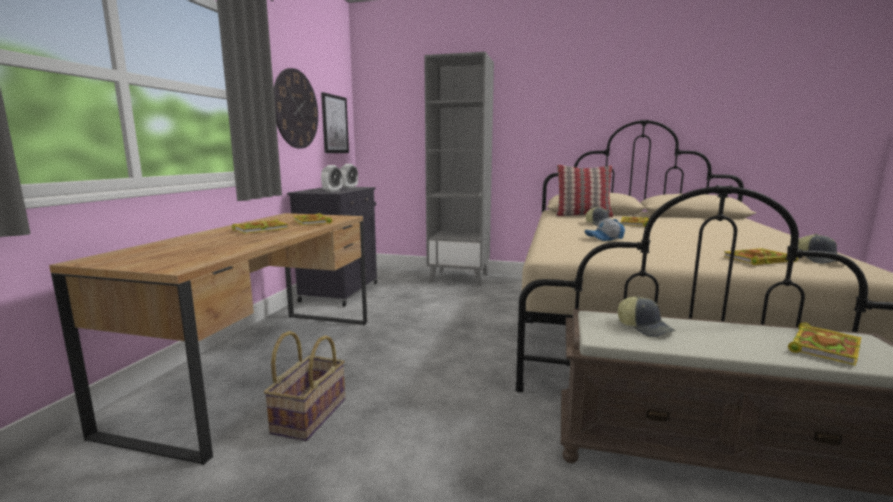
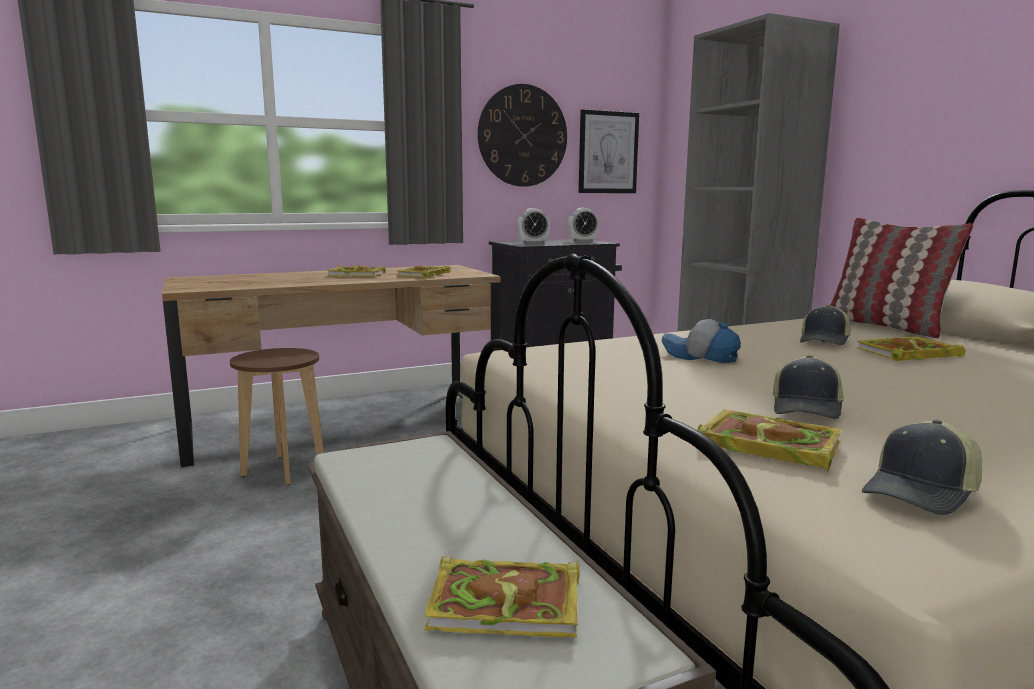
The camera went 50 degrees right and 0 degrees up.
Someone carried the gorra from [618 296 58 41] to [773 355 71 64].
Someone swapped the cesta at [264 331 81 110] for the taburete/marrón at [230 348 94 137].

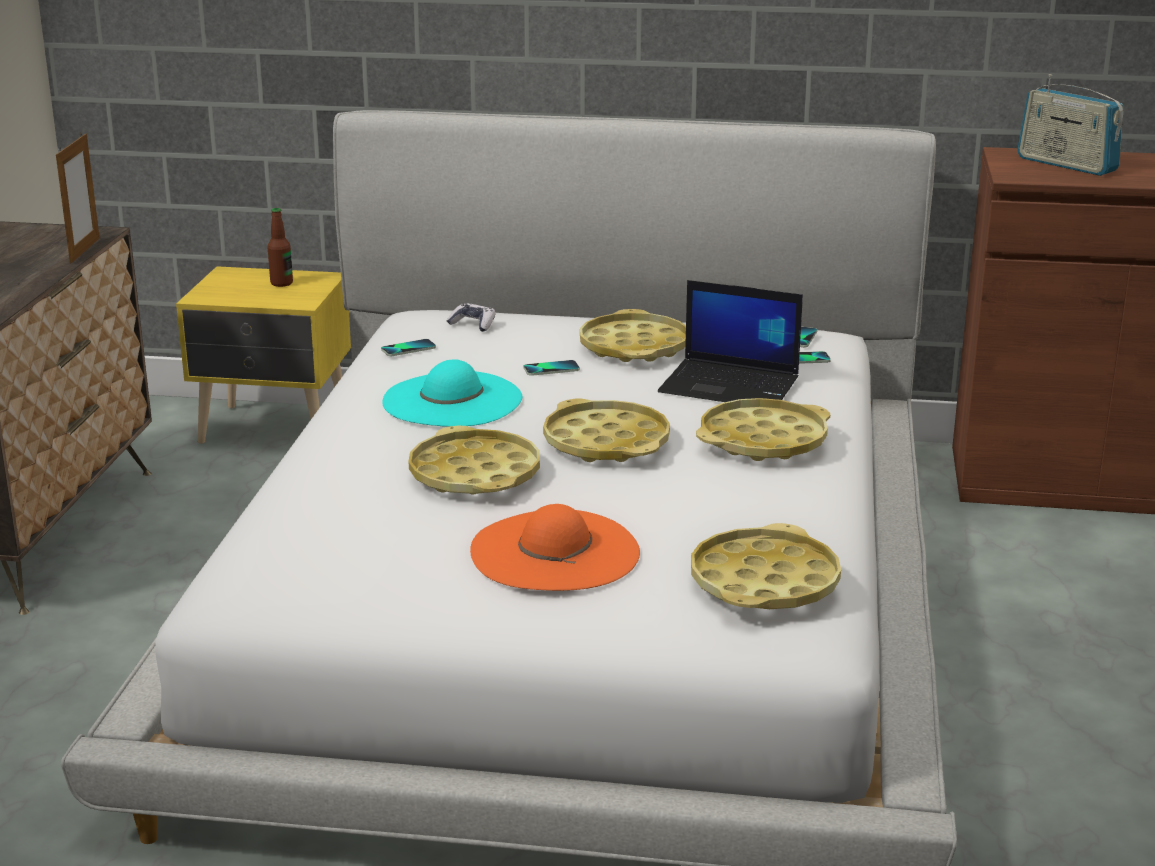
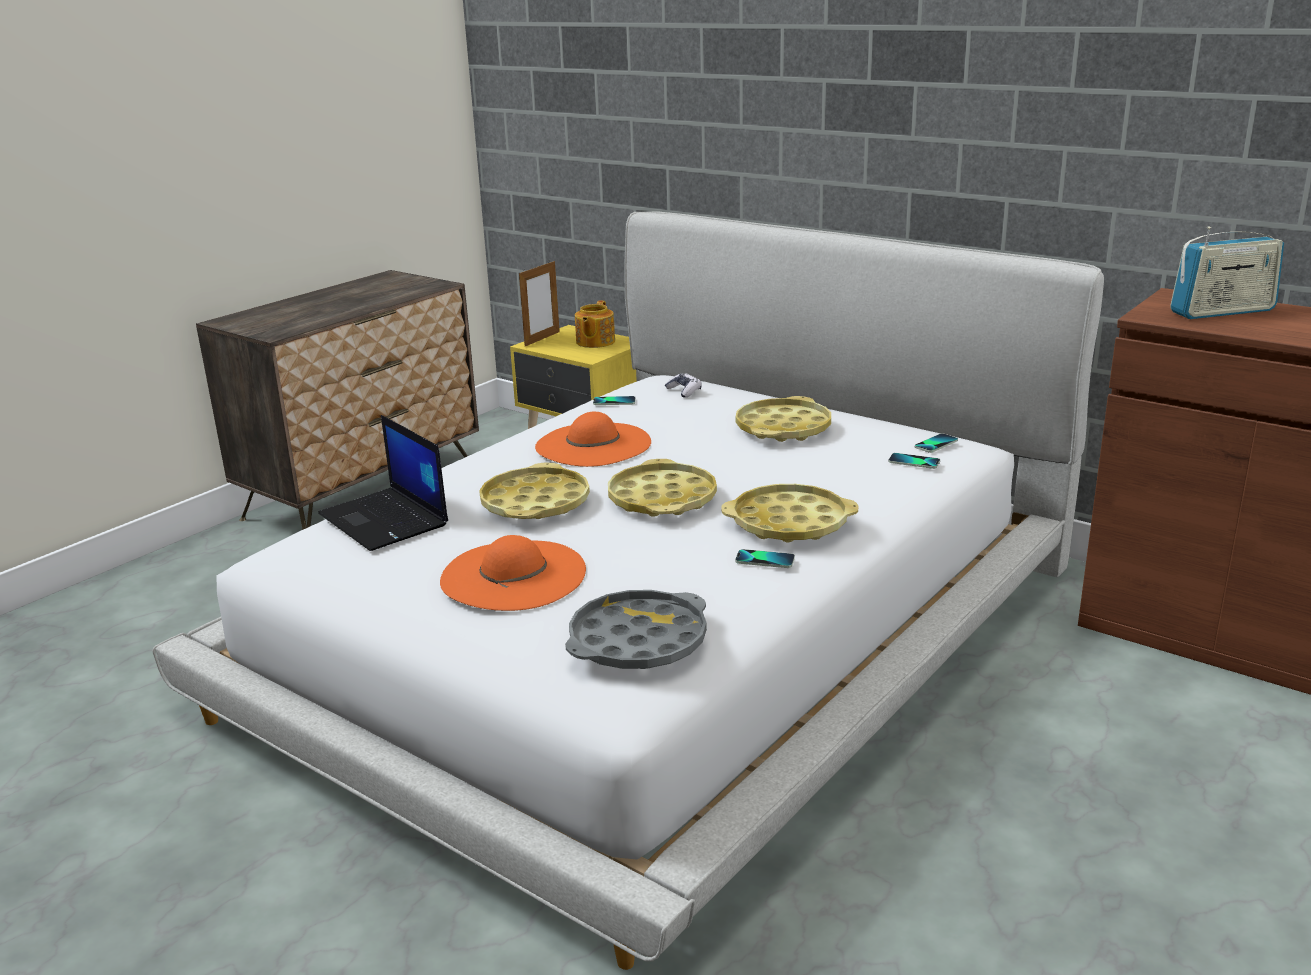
The camera went 30 degrees right and 0 degrees up.
Someone rotated the radio at [1017 74 106 102] by 90 degrees counterclockwise.
Someone carried the portarretratos from [56 133 44 131] to [519 260 41 86].
Someone swapped the botella at [267 208 26 79] for the tetera at [575 300 40 48].
Someone carried the portátil from [658 280 145 122] to [318 415 130 136].
Someone repainted the sombrero/turquesa at [382 359 140 68], which became the sombrero/naranja at [535 411 116 56].
Someone carried the móvil from [524 360 56 16] to [735 549 60 19].
Someone repainted the bandeja/amarillo at [691 523 150 86], which became the bandeja/gris at [565 590 142 79].

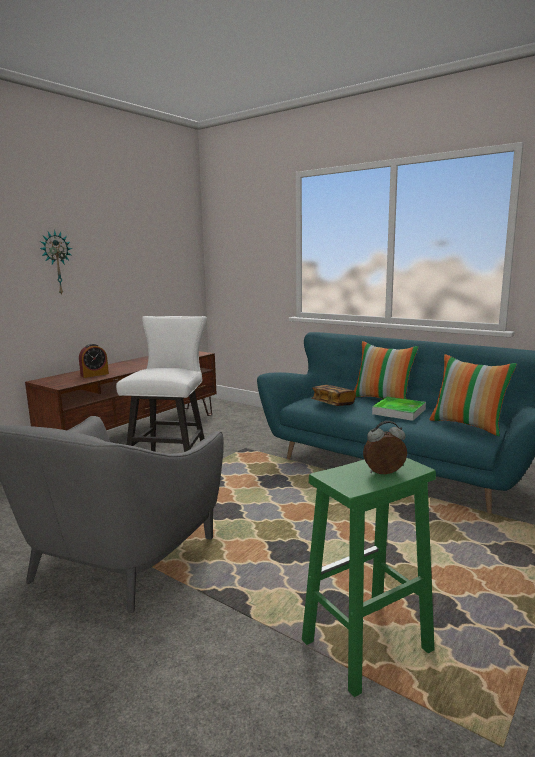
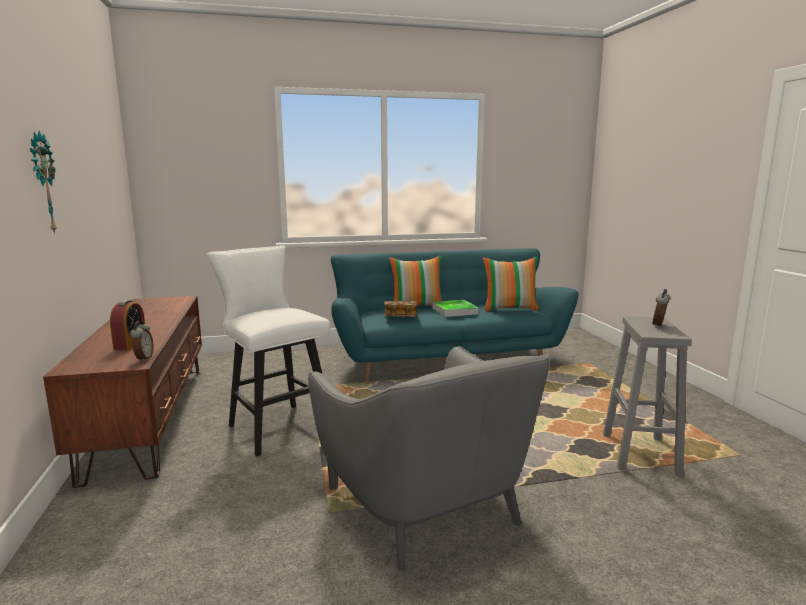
The camera went 50 degrees left and 0 degrees up.
Someone repainted the taburete/verde at [302 457 134 240], which became the taburete/gris at [603 316 89 160].
Someone put down the despertador at [130 321 24 41].

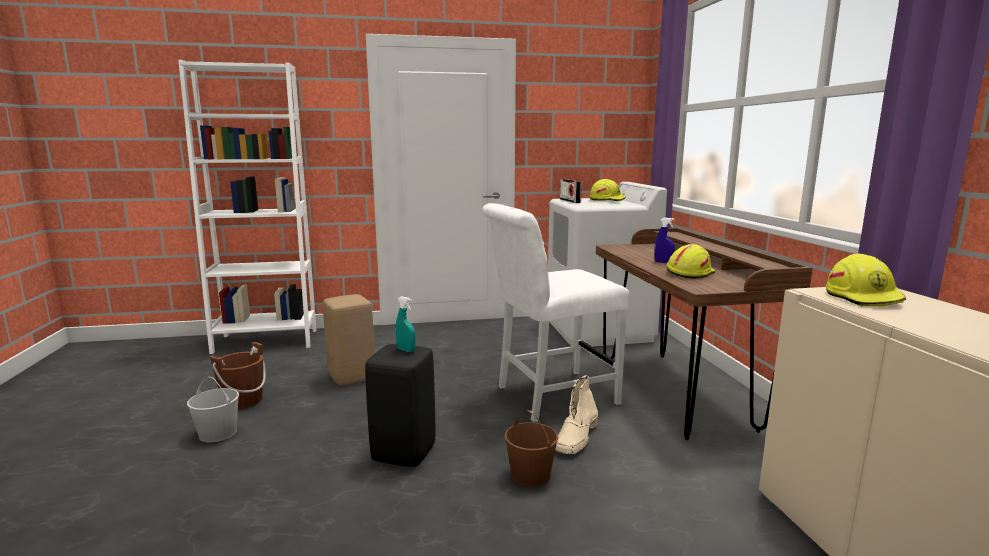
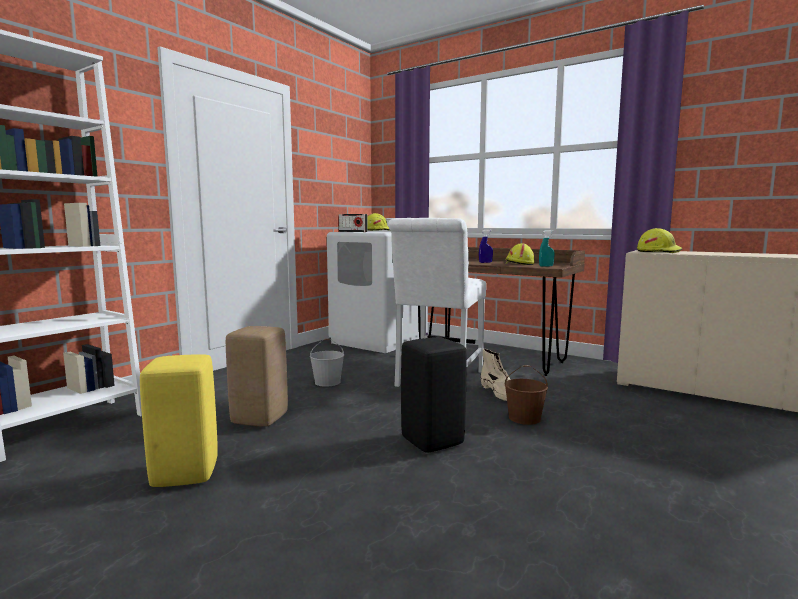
The camera went 45 degrees left and 5 degrees down.
Someone carried the pulverizador/turquesa from [396 296 20 56] to [539 230 15 37].
Someone swapped the cubo/marrón at [210 342 56 67] for the taburete/amarillo at [140 354 78 133].
Someone carried the cubo/blanco from [187 377 52 66] to [310 339 34 48].

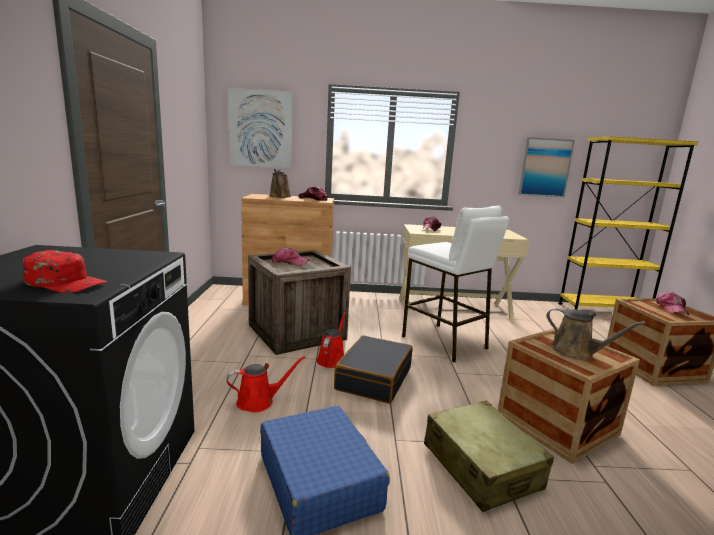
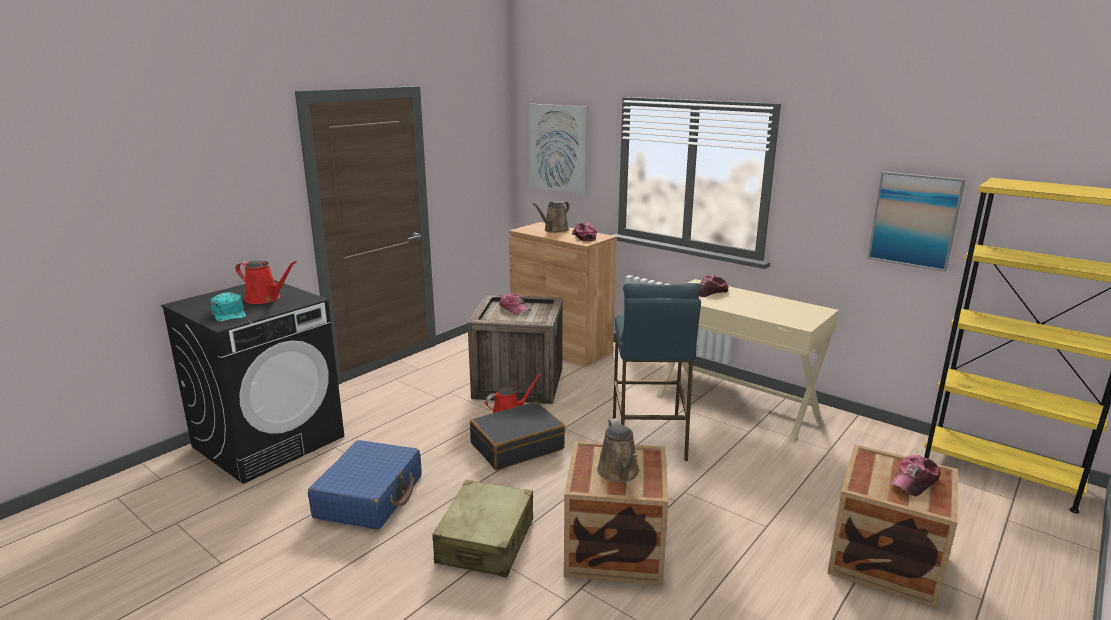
The camera went 40 degrees right and 5 degrees up.
Someone repainted the taburete/blanco at [402 205 107 158], which became the taburete/azul at [613 283 89 178].
Someone repainted the gorra/rojo at [23 250 84 43], which became the gorra/turquesa at [210 292 36 30].
Someone carried the regadera/rojo from [226 356 80 56] to [236 260 61 44].

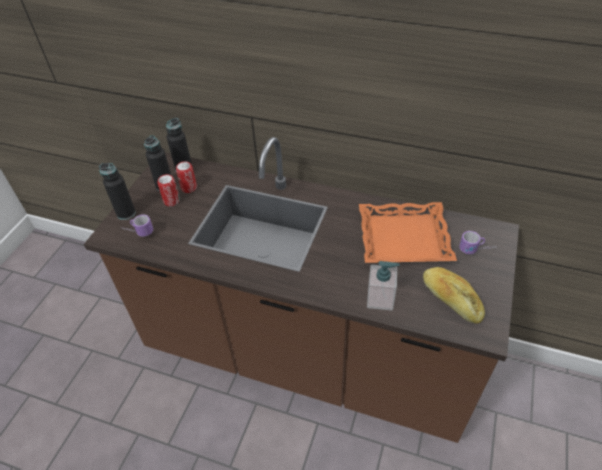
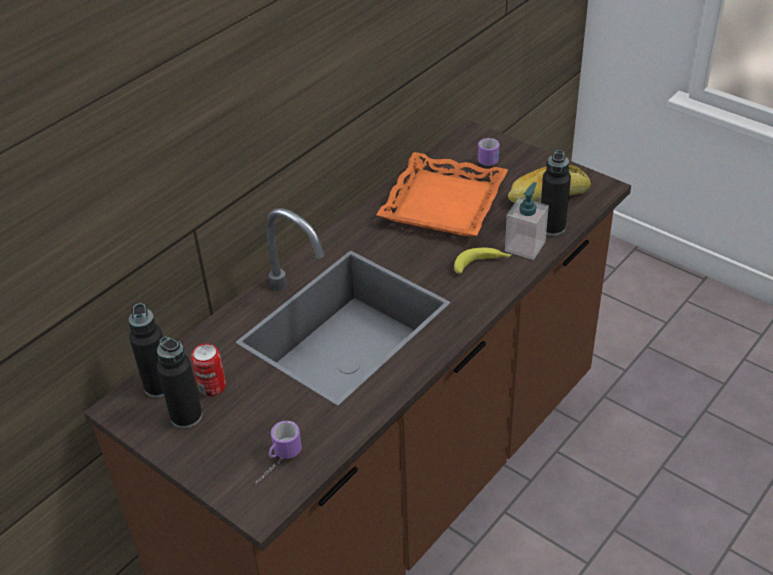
The camera went 70 degrees left and 5 degrees down.
Someone carried the botella/negro from [99 163 37 57] to [541 150 30 86].
Someone took away the lata at [158 174 22 32].
Someone put down the plátano at [454 248 58 26].

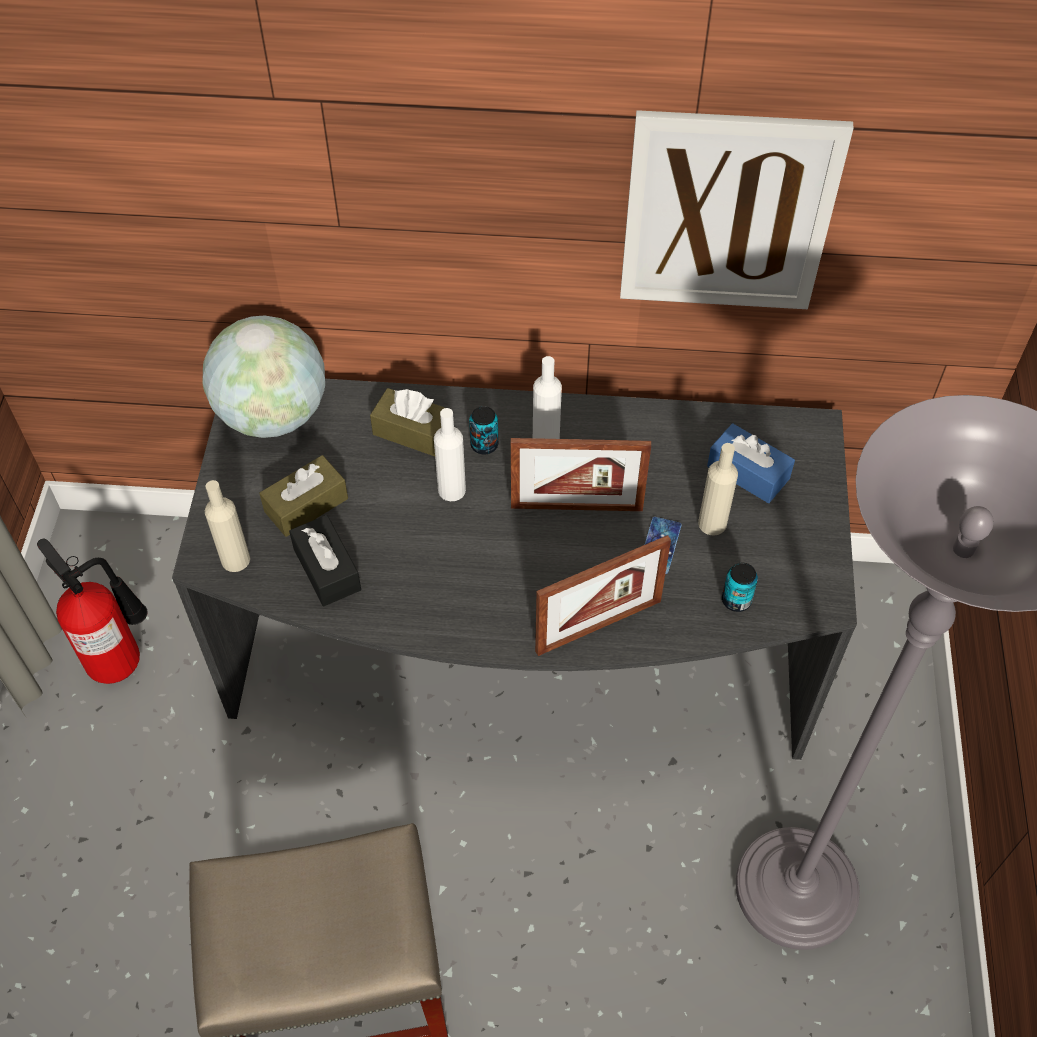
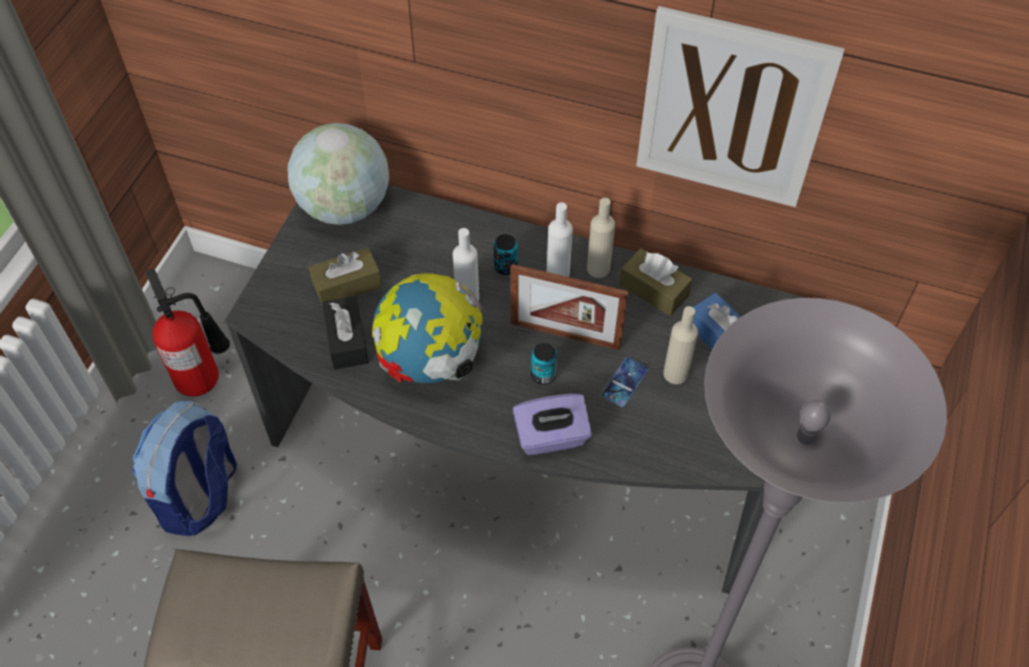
The camera went 15 degrees right and 0 degrees up.
Someone carried the caja de pañuelos/marrón from [370 388 75 68] to [619 248 73 68].
Someone carried the botella/beis from [205 480 45 92] to [587 198 28 80].
Someone swapped the portarretratos at [535 535 136 121] for the caja de pañuelos/morado at [513 394 79 61].
Someone carried the lata from [722 563 36 49] to [531 343 26 42].
Someone put down the globo terráqueo at [372 273 112 110].
Someone put down the mochila at [132 400 105 136].

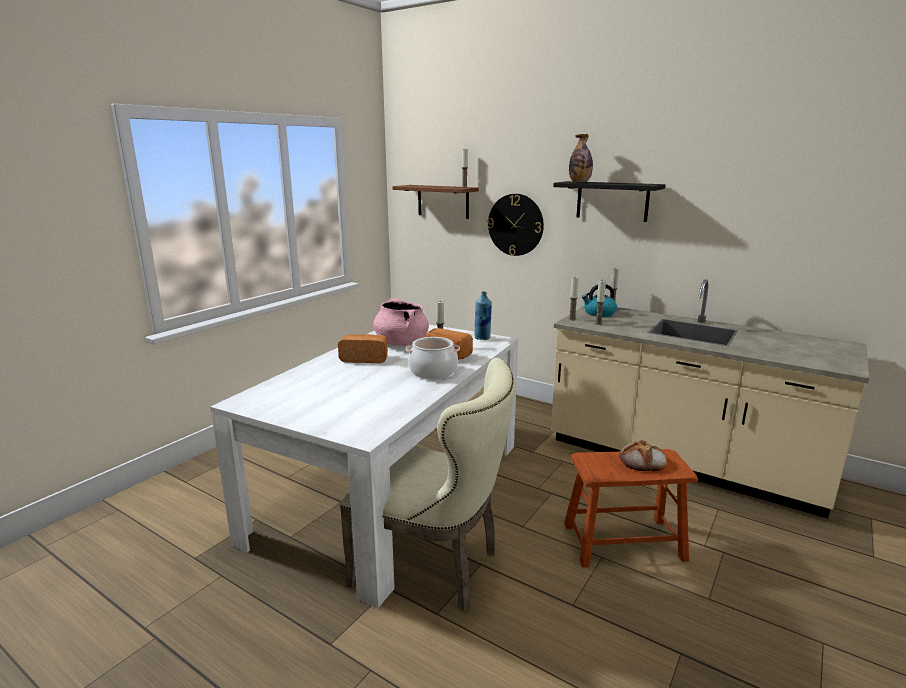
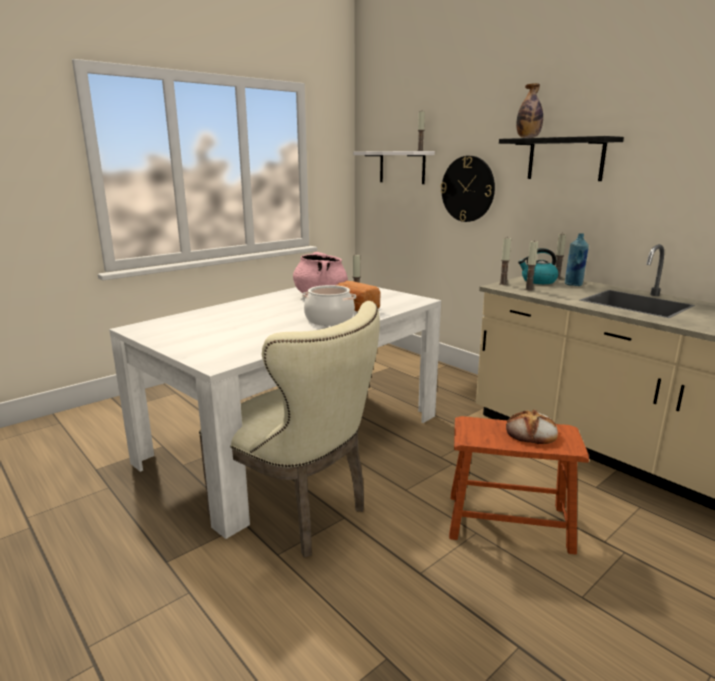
The camera went 15 degrees right and 0 degrees up.
Someone repainted the estante/marrón at [392 185 87 34], which became the estante/blanco at [353 151 82 33].
Someone carried the botella/azul from [475 291 17 49] to [565 233 24 53].
Someone took away the pan at [338 334 50 29].

